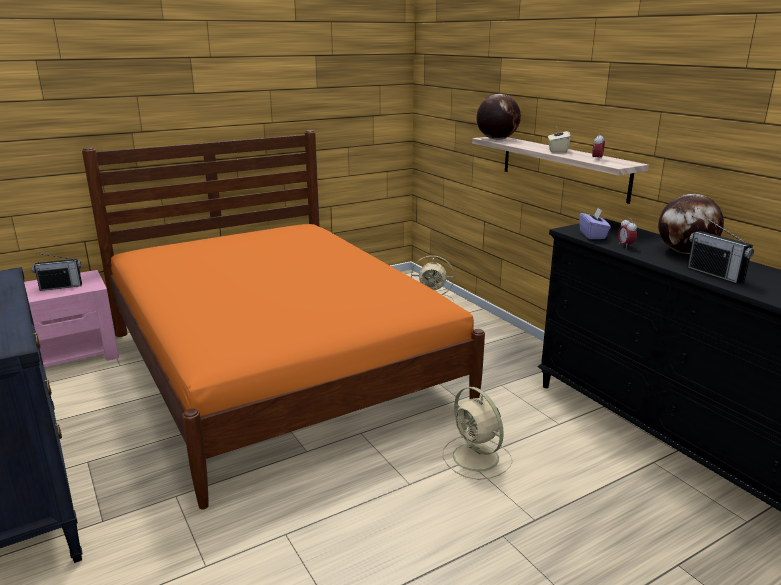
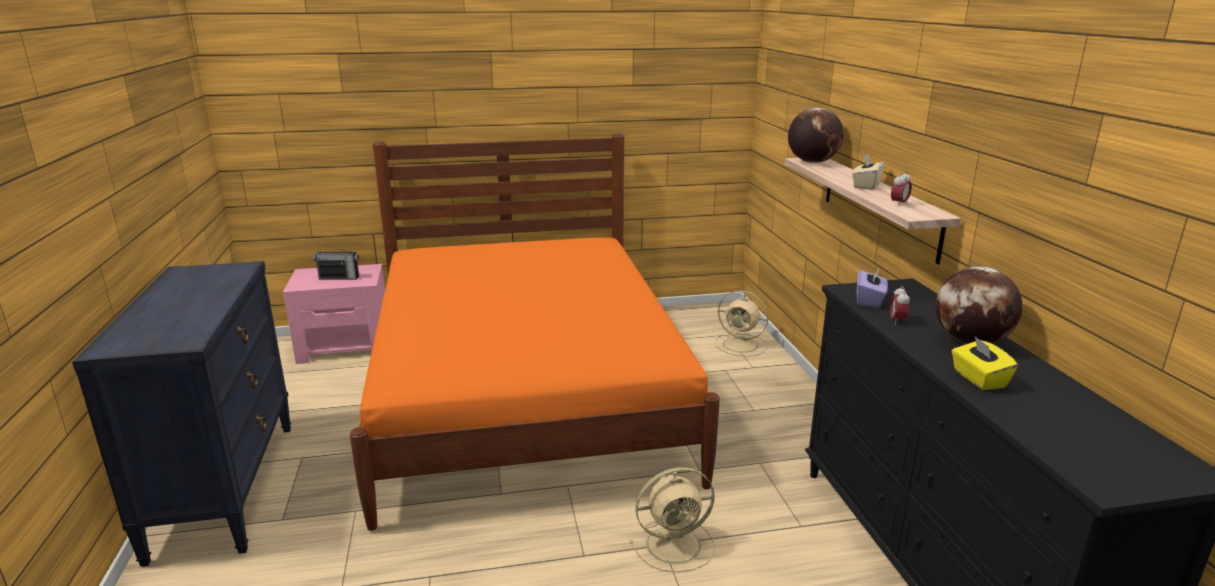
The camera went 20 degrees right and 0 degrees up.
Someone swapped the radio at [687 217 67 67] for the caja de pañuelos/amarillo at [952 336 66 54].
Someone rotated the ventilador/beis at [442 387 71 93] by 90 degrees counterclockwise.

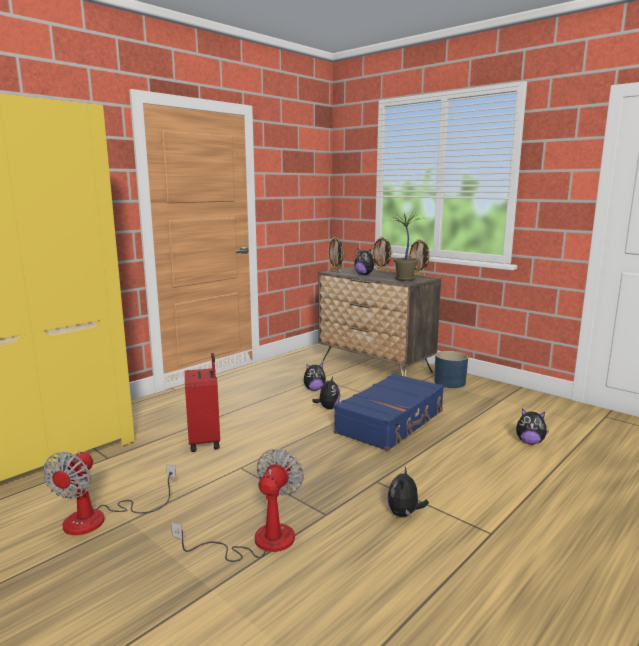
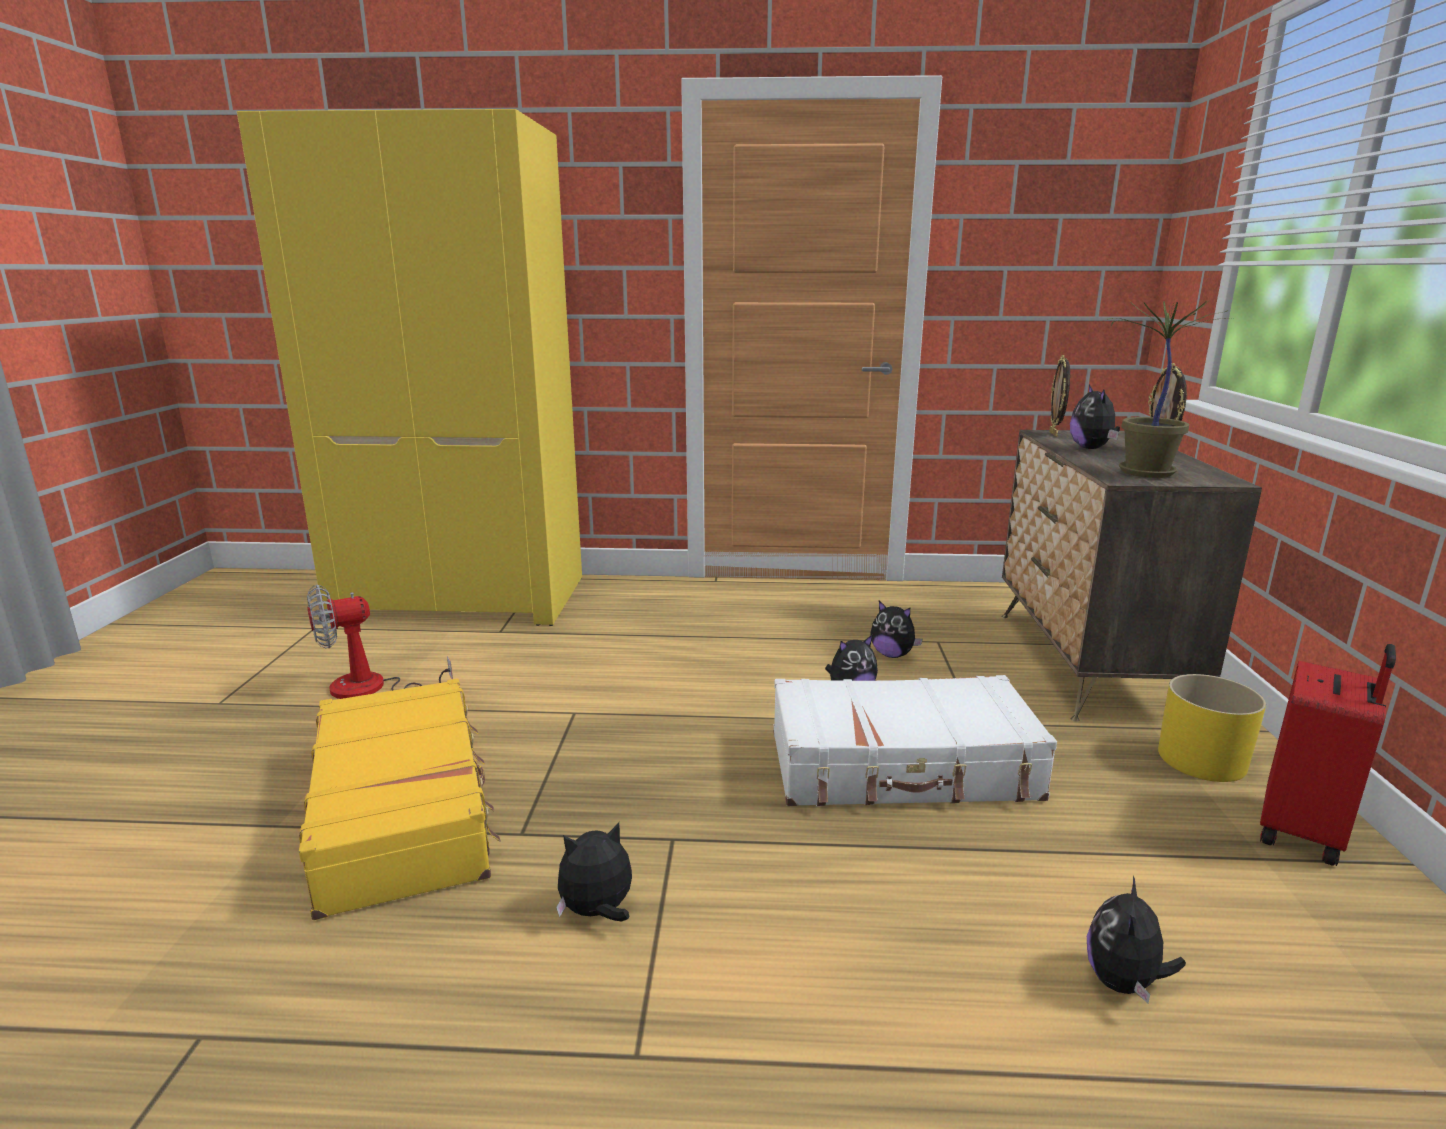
The camera went 50 degrees right and 5 degrees up.
Someone took away the portarretratos at [407 239 24 37].
Someone repainted the maceta/azul at [435 351 33 37], which became the maceta/amarillo at [1158 674 108 108].
Someone carried the maleta/rojo from [185 353 35 99] to [1260 644 136 222].
Someone repainted the maleta/azul at [334 373 110 78], which became the maleta/blanco at [773 675 284 131].
Someone rotated the peluche at [516 409 33 36] by 45 degrees clockwise.
Someone swapped the ventilador at [171 449 133 113] for the maleta/amarillo at [299 679 202 241].

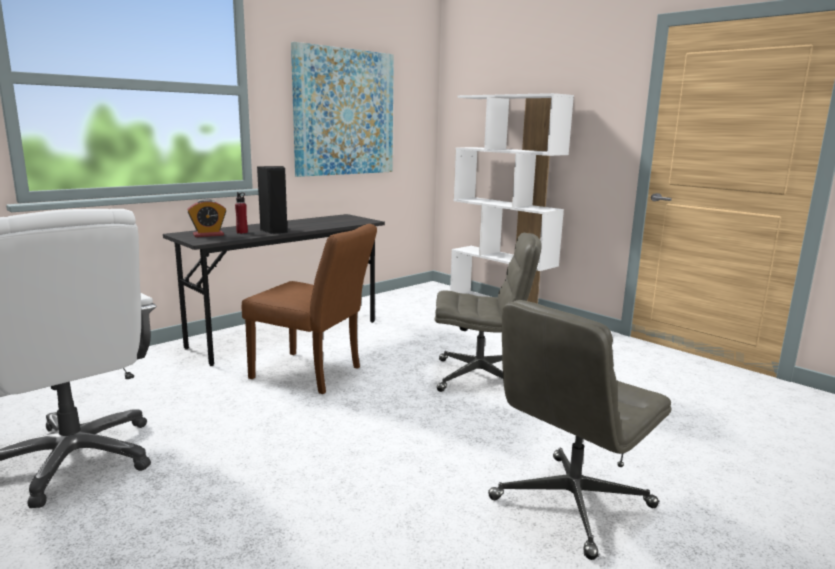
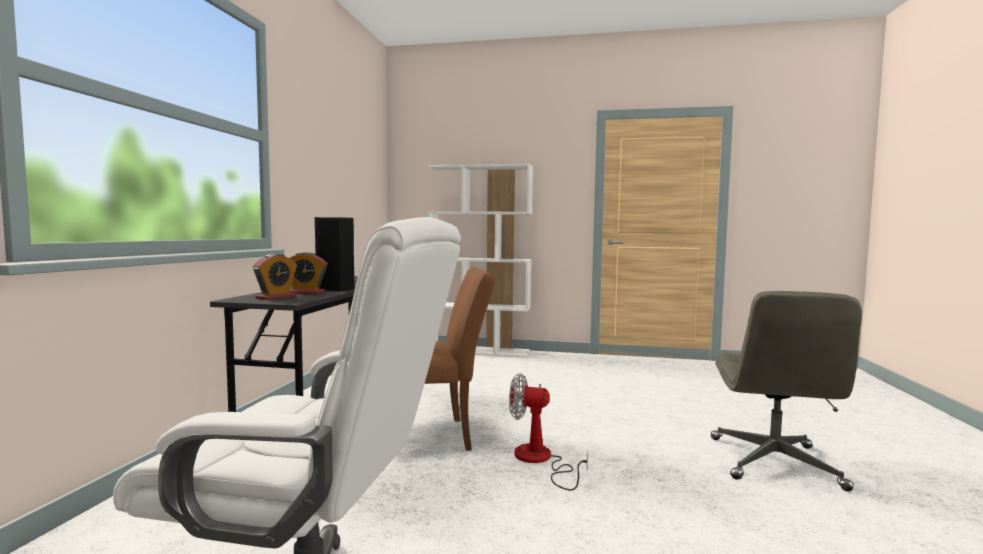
The camera went 35 degrees left and 10 degrees down.
Someone took away the cuadro at [291 42 103 135].
Someone swapped the botella/rojo at [235 192 13 42] for the despertador at [290 252 37 42].
Someone took away the silla de oficina/gris at [435 233 107 159].
Someone put down the ventilador at [509 373 79 118].

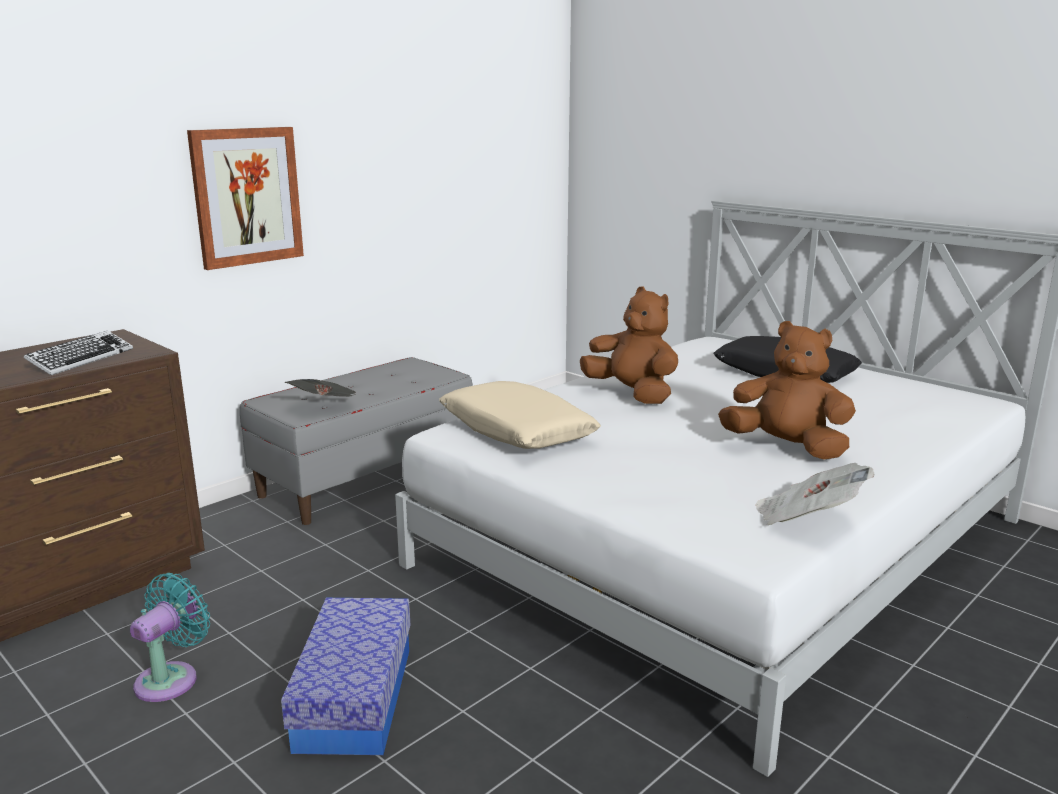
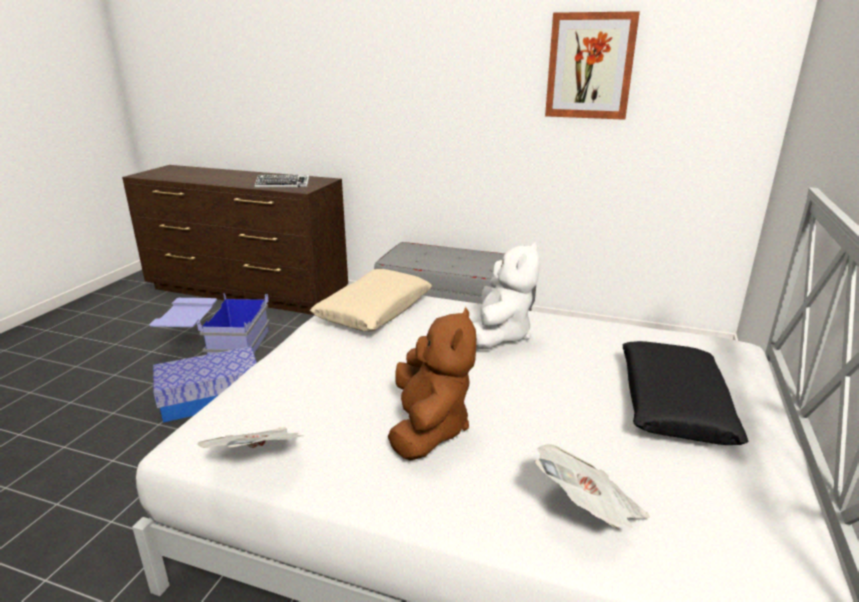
The camera went 65 degrees right and 5 degrees up.
Someone carried the cuadro from [187 127 117 143] to [545 11 95 109].
Someone repainted the peluche/marrón at [580 287 98 117], which became the peluche/blanco at [473 242 67 107].
Someone carried the periódico from [284 379 71 18] to [534 444 116 84].
Someone swapped the ventilador/turquesa at [130 573 80 129] for the caja de almacenaje/azul at [149 293 121 61].

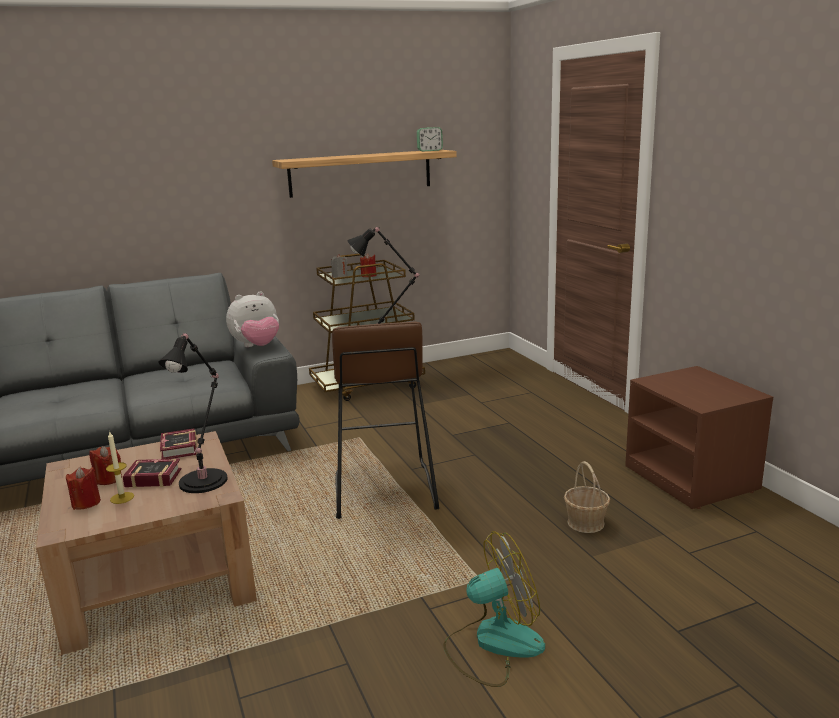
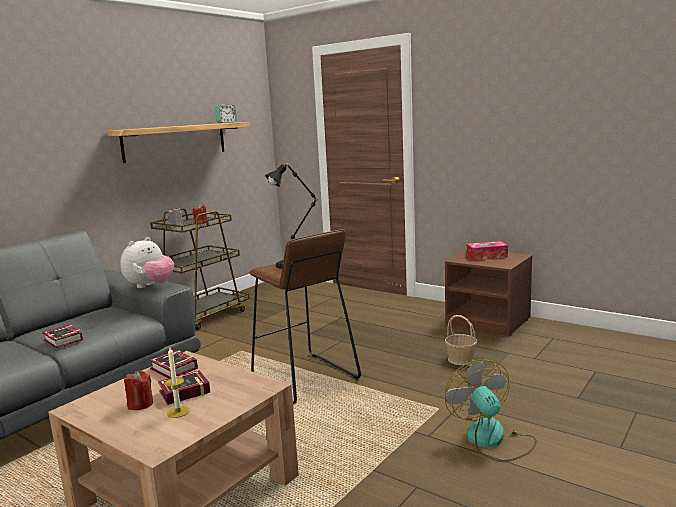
The camera went 30 degrees left and 5 degrees down.
Someone took away the lámpara de mesa/negro at [158 333 69 160].
Someone took away the vela/rojo at [66 467 35 43].
Someone rotated the ventilador at [443 531 102 156] by 60 degrees counterclockwise.
Someone put down the caja de pañuelos at [467 241 41 19].
Someone put down the libro at [42 325 41 23].

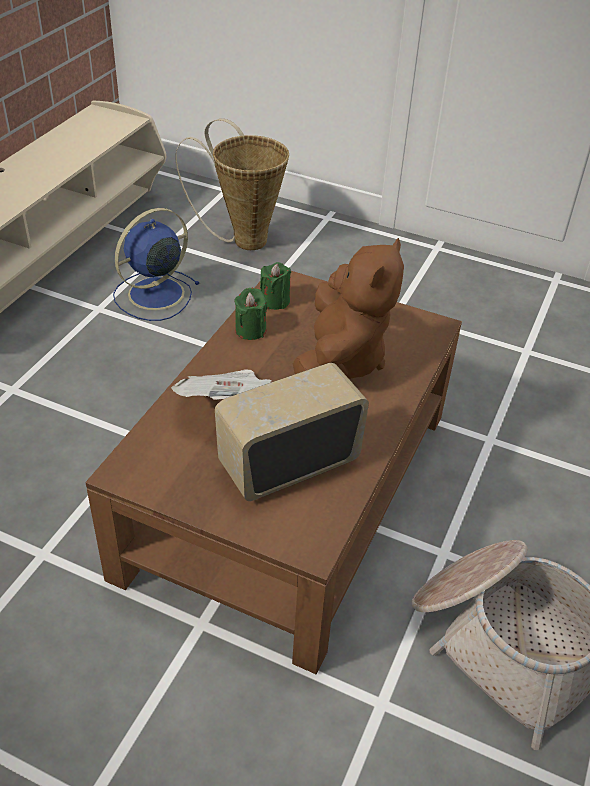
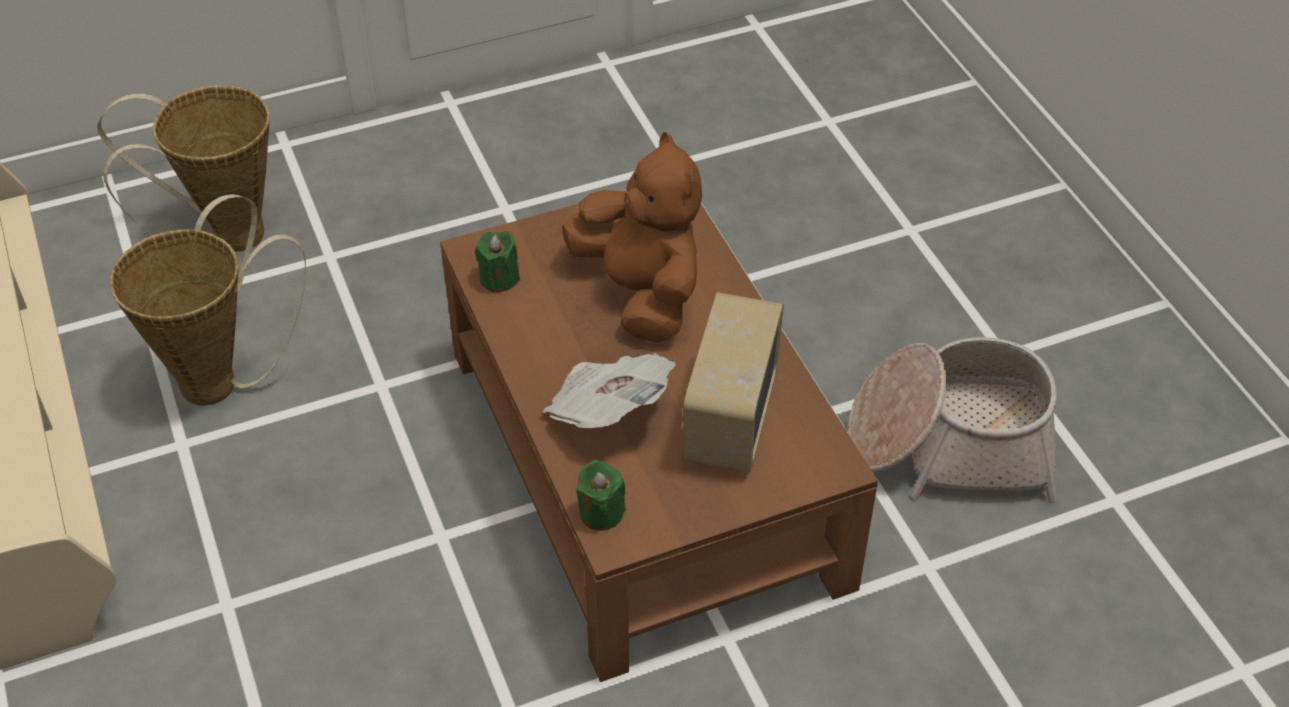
The camera went 45 degrees left and 5 degrees up.
Someone swapped the ventilador/azul at [113 208 87 113] for the cesta at [110 194 196 211].
Someone carried the vela/verde from [234 288 33 52] to [576 460 50 71].

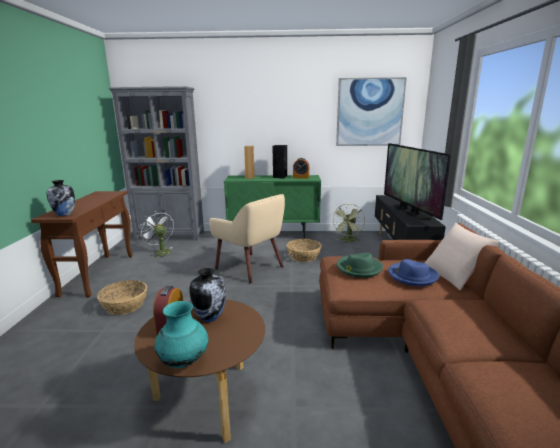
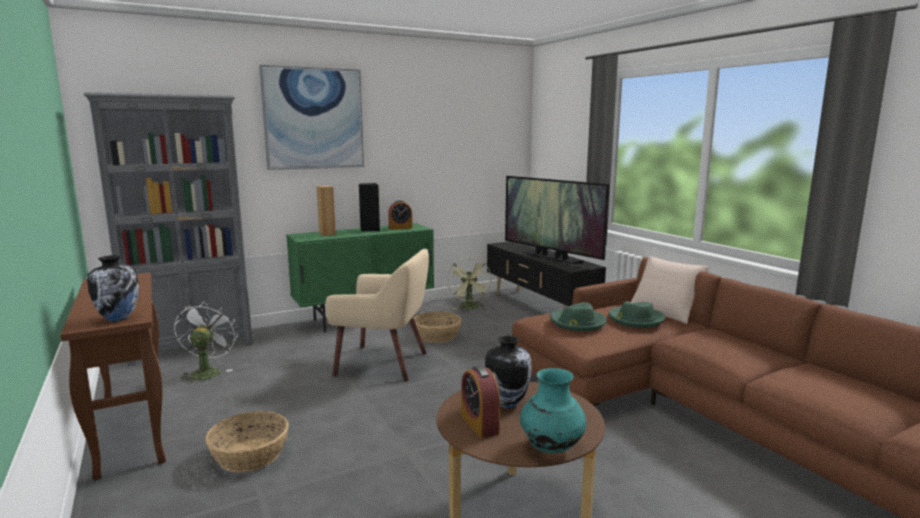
The camera went 30 degrees left and 5 degrees down.
Someone carried the cuadro from [336 77 71 69] to [259 65 105 105].
Someone rotated the ventilador/blanco at [140 211 34 47] by 75 degrees clockwise.
Someone repainted the sombrero/azul at [388 259 51 27], which became the sombrero/verde at [608 301 57 27].

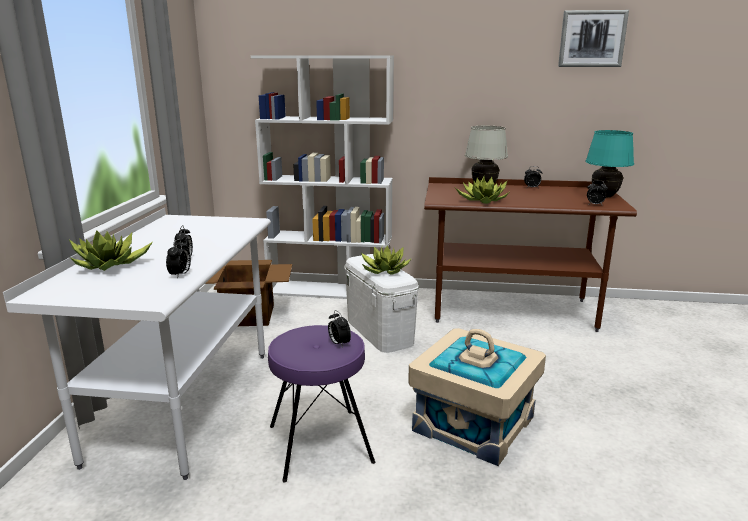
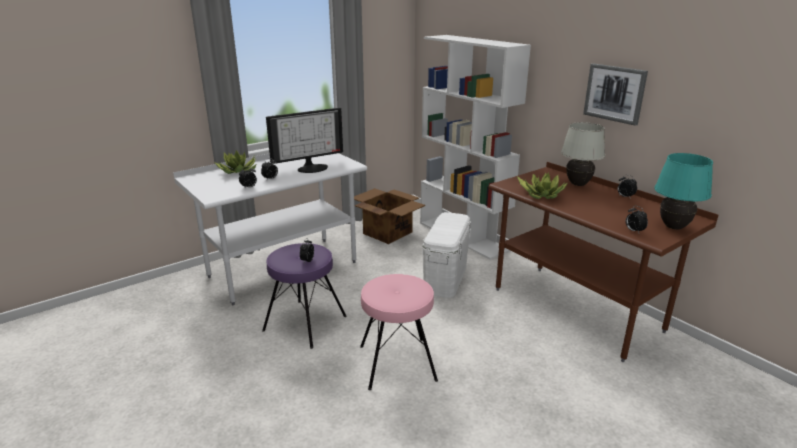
The camera went 45 degrees right and 5 degrees up.
Someone carried the cuadro from [558 10 71 57] to [583 63 65 63].
Someone took away the planta en maceta at [361 246 51 28].
Someone swapped the caja de almacenaje/beis at [408 328 138 138] for the taburete/rosa at [360 274 78 116].
Someone put down the monitor at [266 108 77 65].

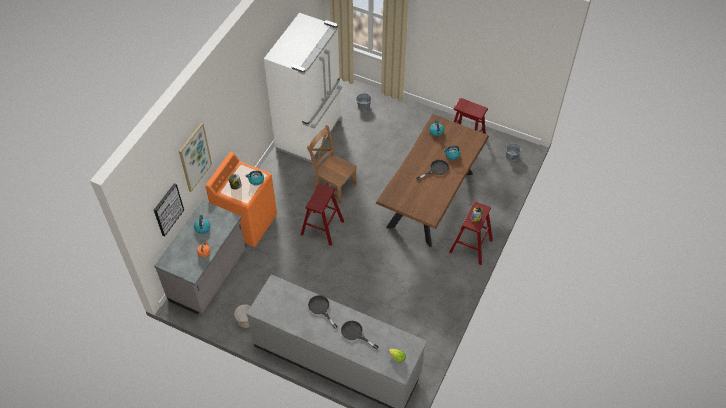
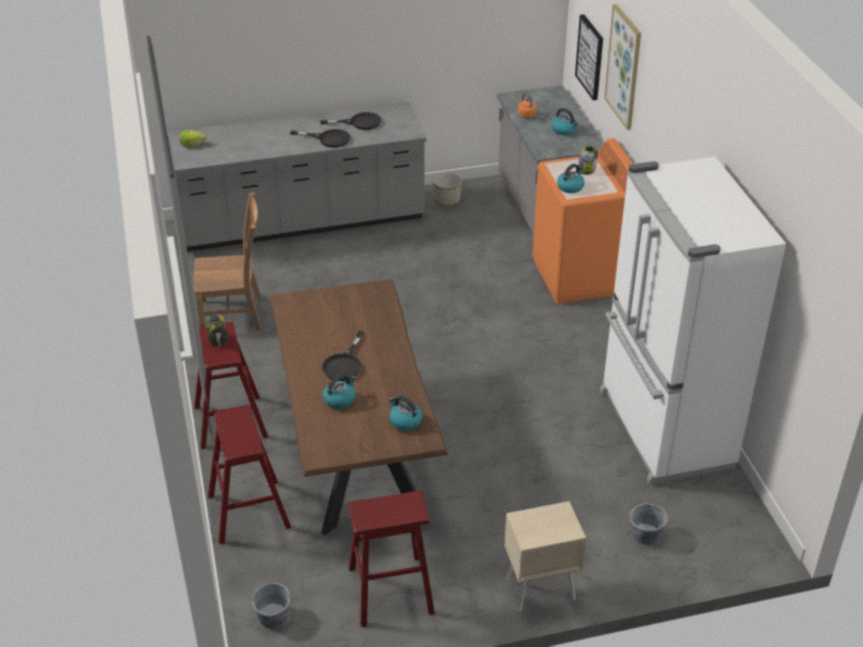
The camera went 140 degrees right and 15 degrees down.
Someone carried the silla/marrón from [307 125 50 79] to [194 192 68 138].
Someone carried the taburete/rojo from [301 183 43 63] to [208 406 83 139].
Someone carried the sartén/negro from [341 321 38 28] to [320 112 61 18].
Someone put down the mesita de noche/beis at [505 501 81 111].

